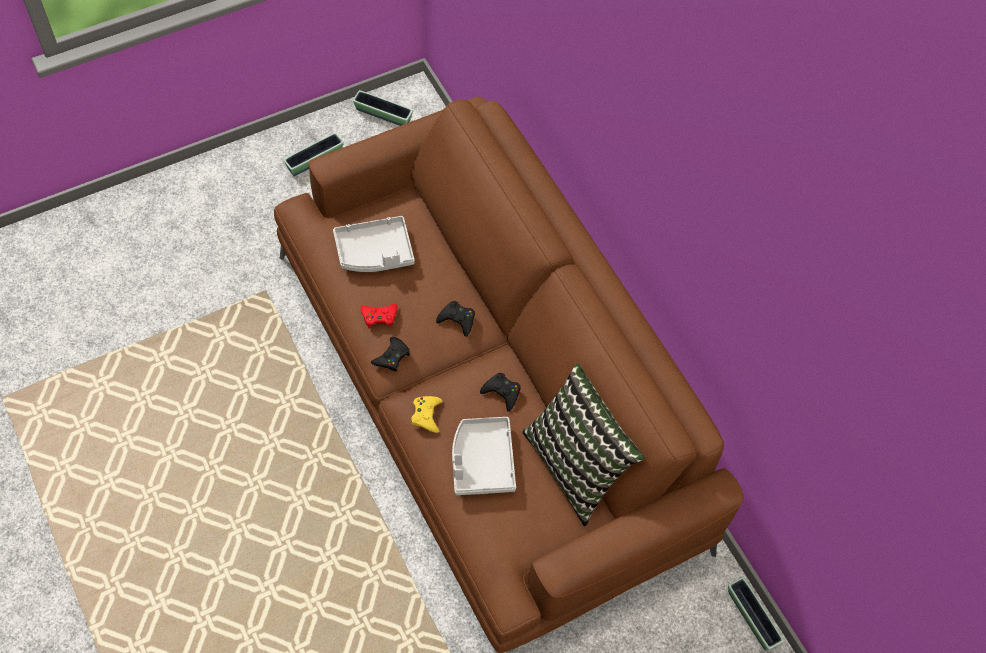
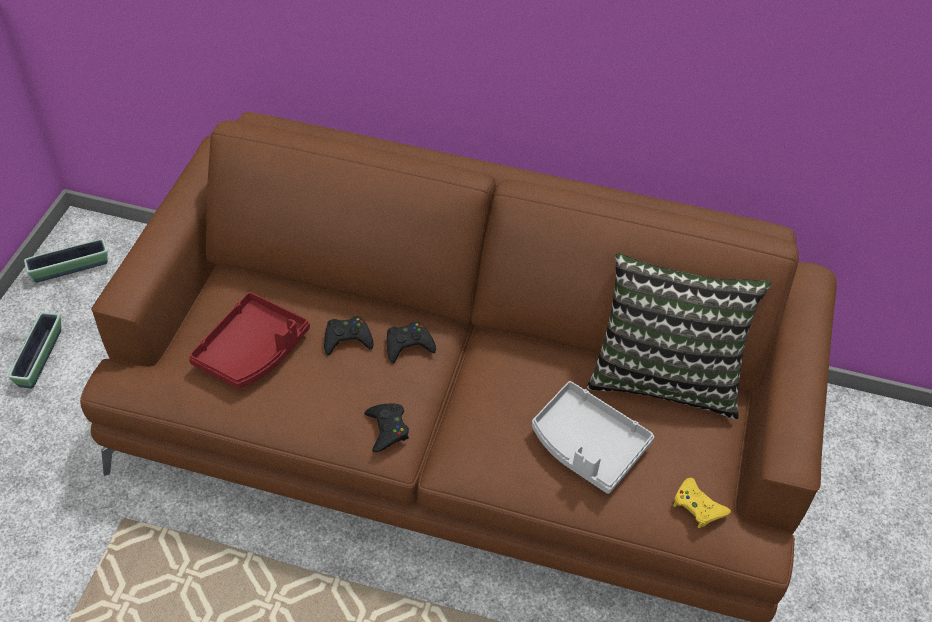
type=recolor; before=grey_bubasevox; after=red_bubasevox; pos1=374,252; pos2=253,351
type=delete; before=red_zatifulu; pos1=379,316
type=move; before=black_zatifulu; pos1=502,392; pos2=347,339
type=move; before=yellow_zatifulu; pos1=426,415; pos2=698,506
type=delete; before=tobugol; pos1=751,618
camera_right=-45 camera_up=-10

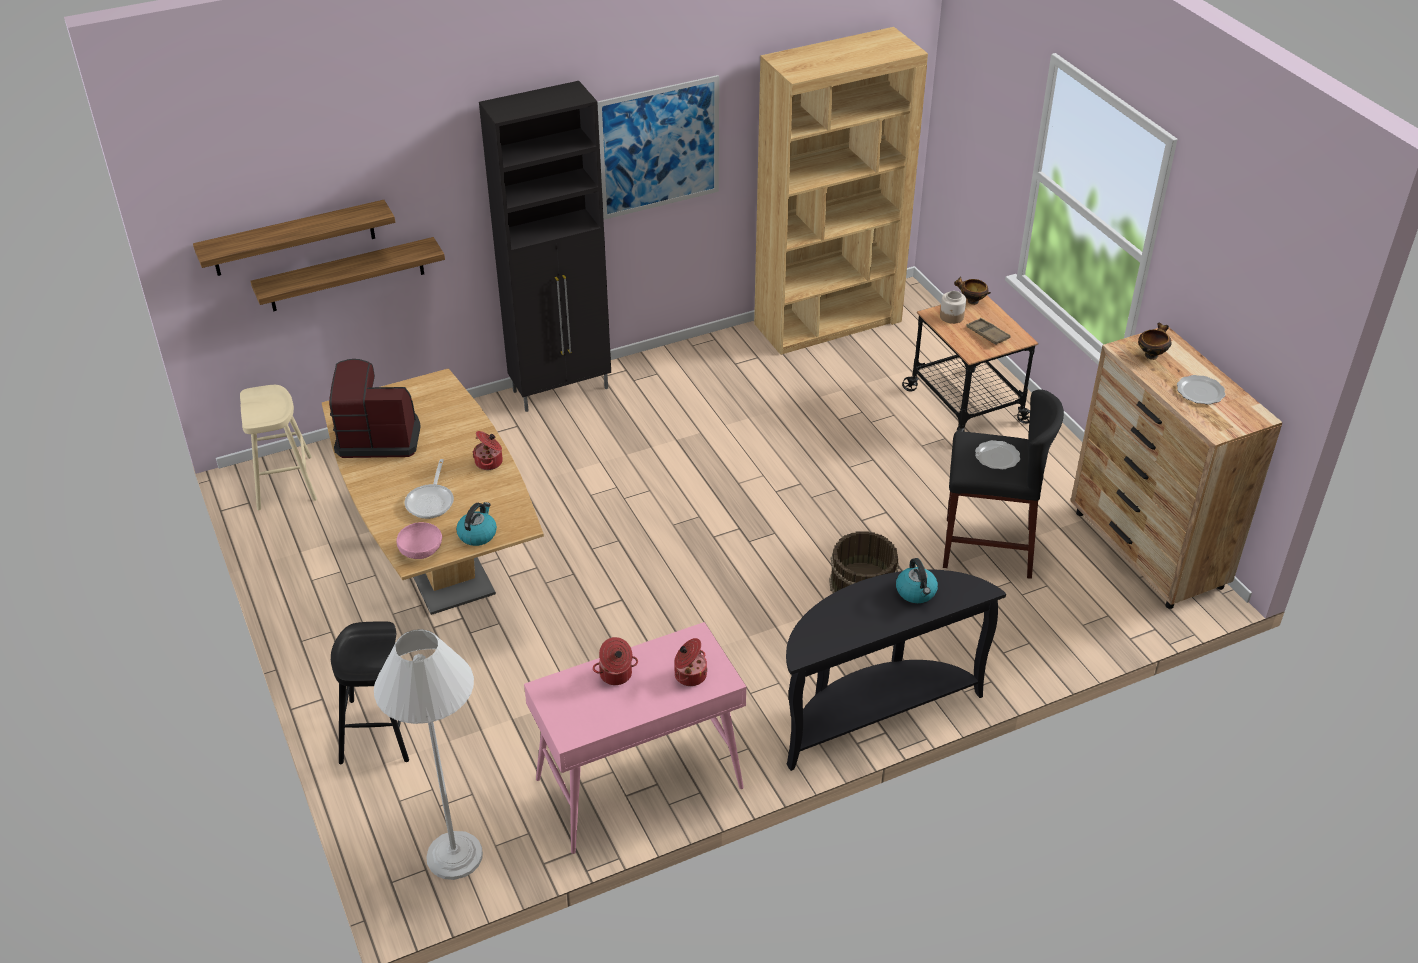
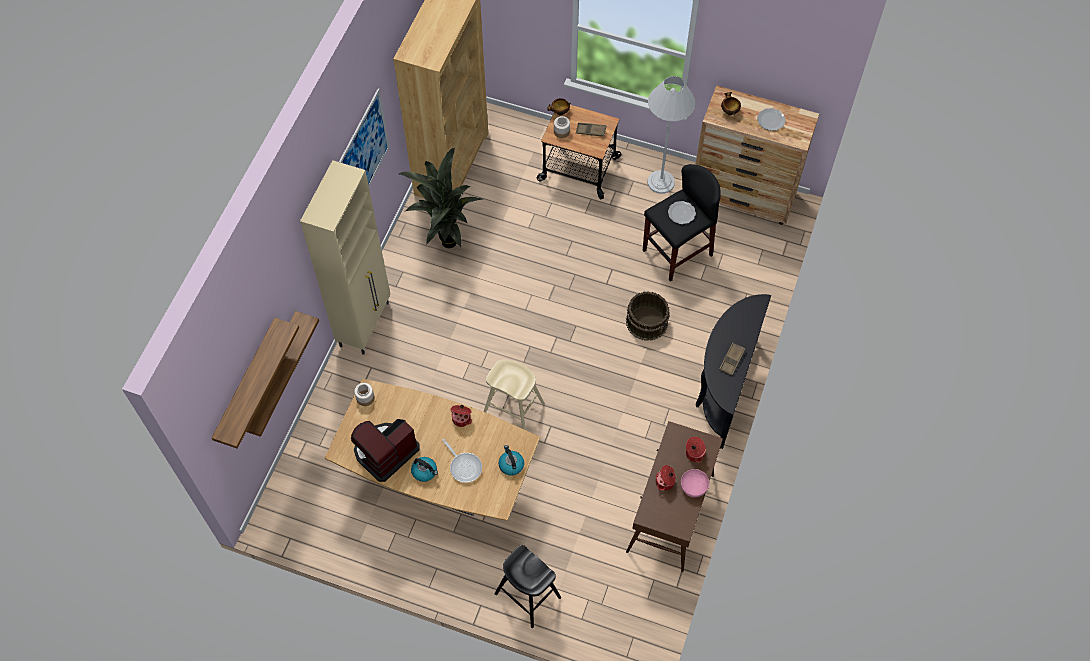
type=recolor; before=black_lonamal; after=beige_lonamal; pos1=562,390; pos2=365,324
type=move; before=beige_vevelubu; pos1=284,482; pos2=513,408
type=move; before=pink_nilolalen; pos1=421,550; pos2=693,486
type=move; before=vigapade; pos1=916,592; pos2=425,471
type=recolor; before=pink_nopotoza; after=brown_nopotoza; pos1=638,785; pos2=670,514
type=move; before=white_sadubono; pos1=454,856; pos2=661,182
type=insert; after=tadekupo; pos2=445,242
type=insert; after=brown_bubasevox; pos2=731,360
type=insert; after=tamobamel; pos2=365,398
camera_right=-45 camera_up=20

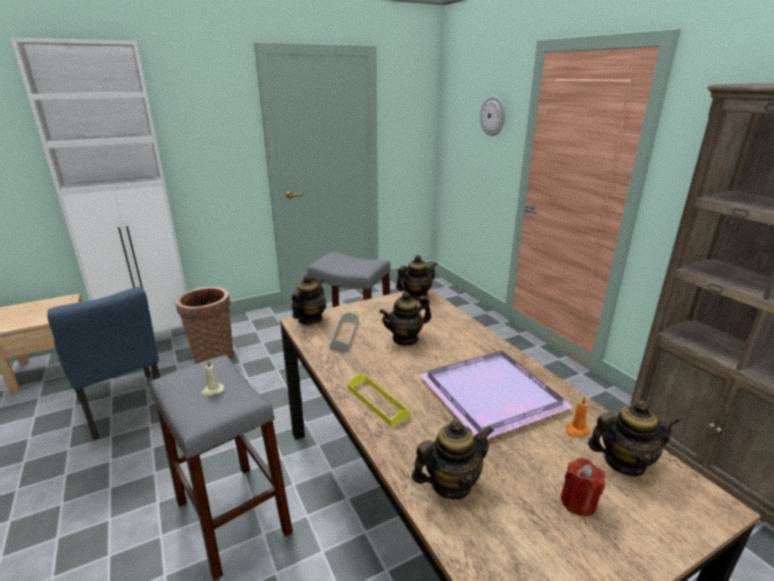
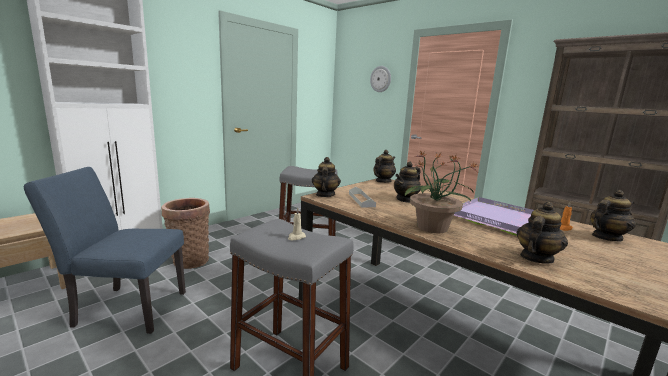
type=rotate; before=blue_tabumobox; pos1=125,409; pos2=124,308; turn=150
type=replace; before=yellow_bubasevox; after=tadekupo; pos1=377,402; pos2=433,228
type=delete; before=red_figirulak; pos1=578,502
camera_right=-20 camera_up=-10

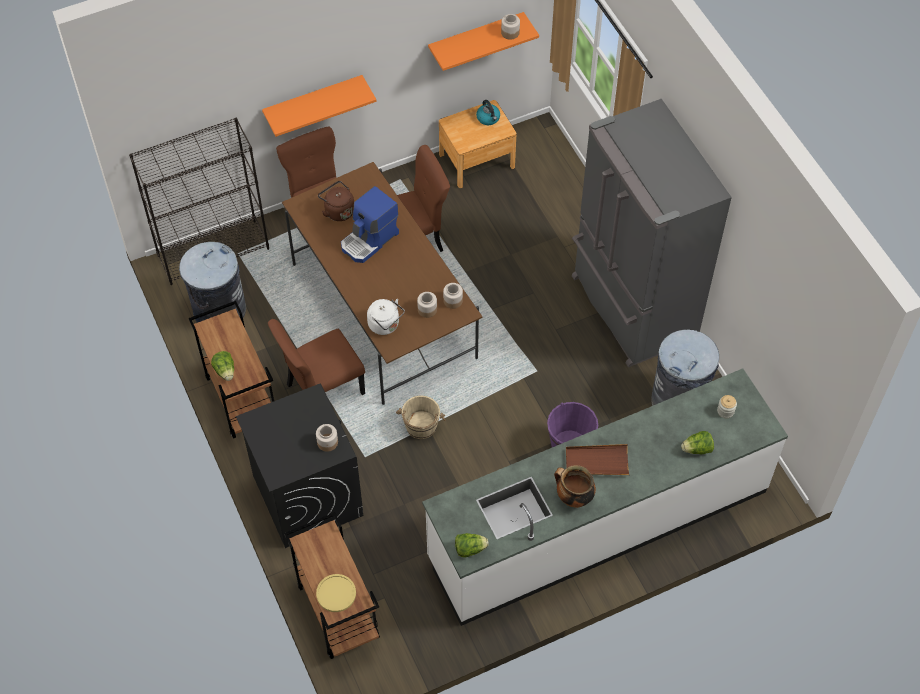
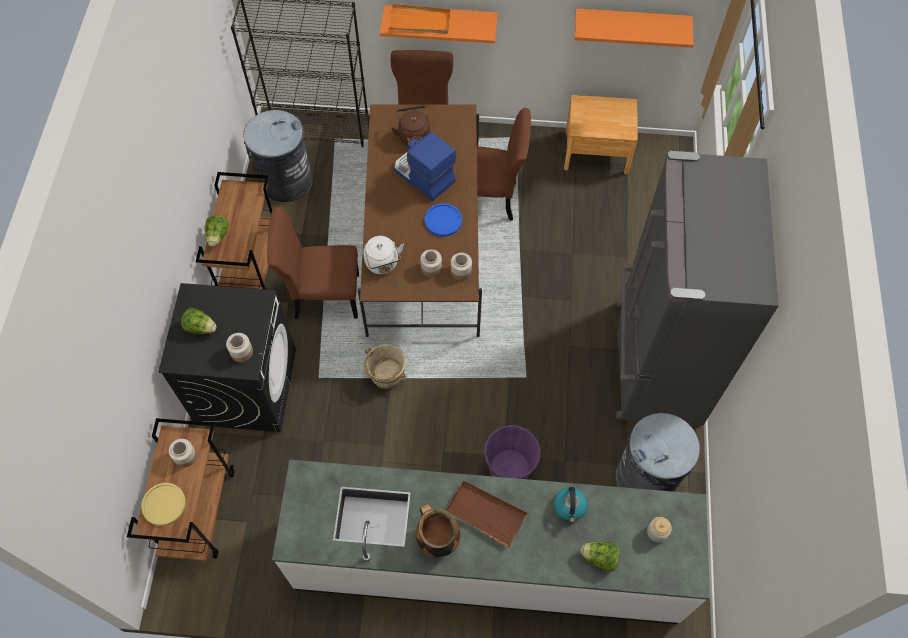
type=move; before=tamobamel; pos1=510,32; pos2=185,456
type=move; before=vigapade; pos1=488,118; pos2=569,507
type=rotate; before=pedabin; pos1=369,240; pos2=423,176; turn=60
type=move; before=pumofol; pos1=470,549; pos2=201,327
type=insert; after=orange_bubasevox; pos2=420,21
type=insert; after=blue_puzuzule; pos2=443,220
camera_right=30 camera_up=5

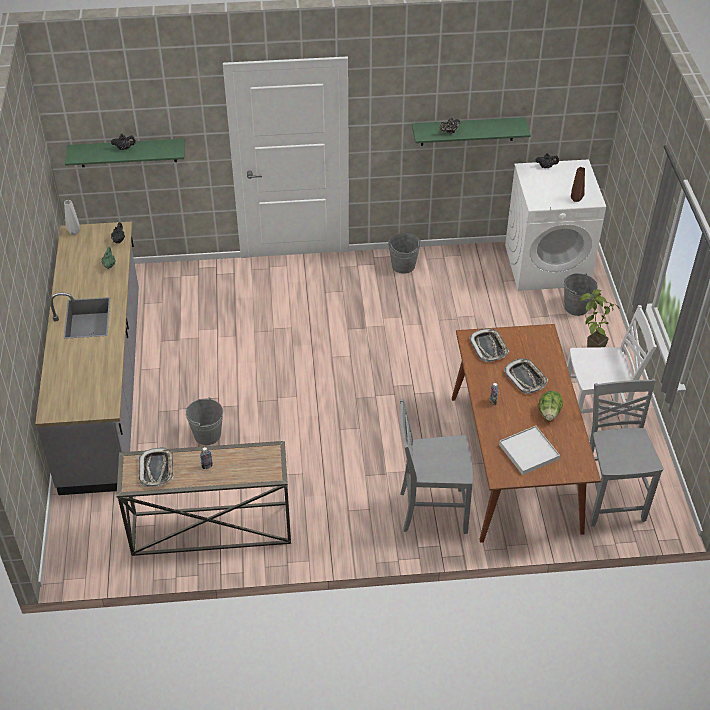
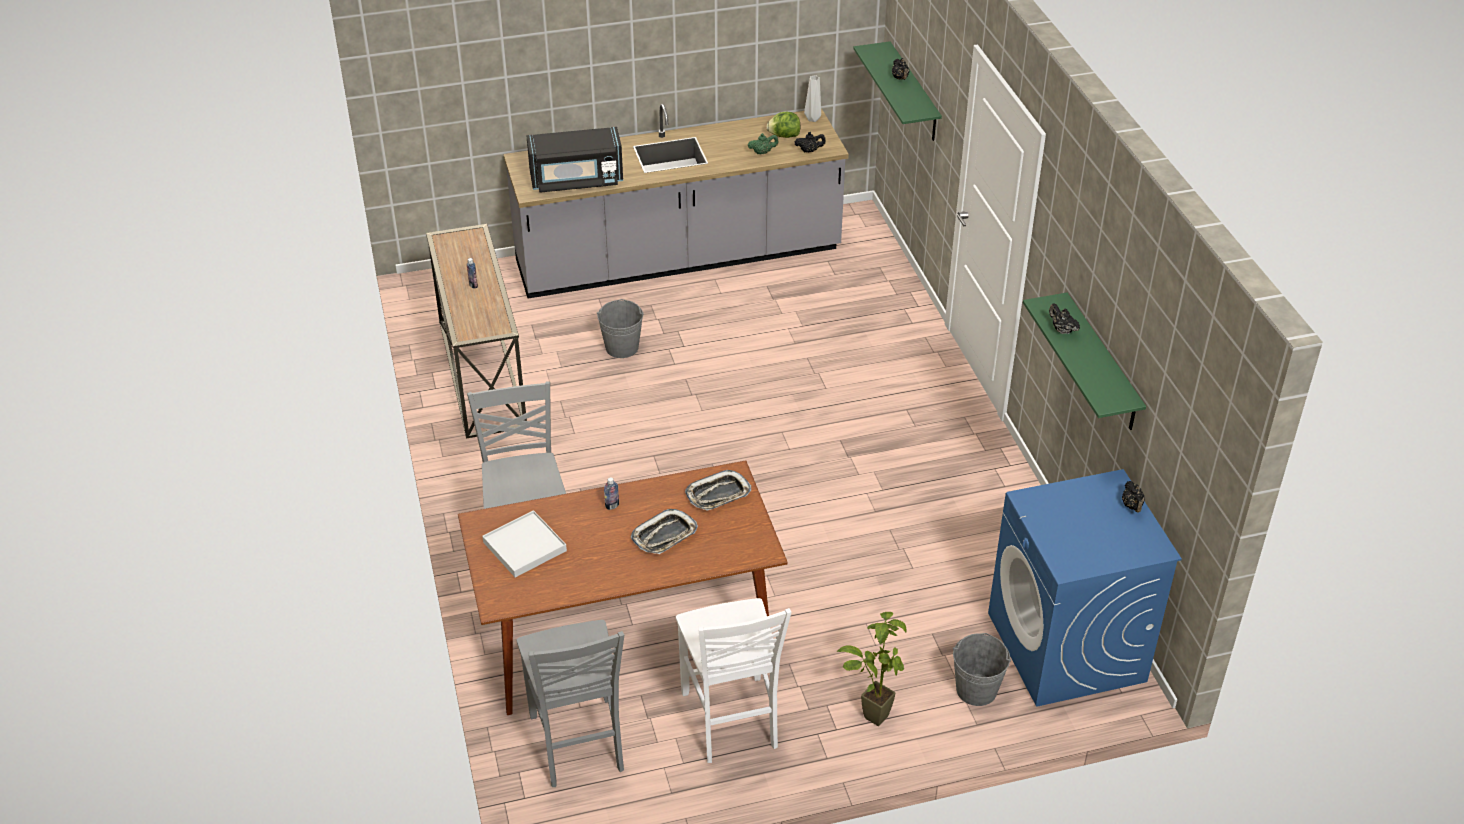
type=recolor; before=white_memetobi; after=blue_memetobi; pos1=547,265; pos2=1067,648
type=delete; before=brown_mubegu; pos1=576,199
type=delete; before=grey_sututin; pos1=403,265
type=rotate; before=grey_tabumobox; pos1=611,497; pos2=578,744; turn=90
type=move; before=pumofol; pos1=549,413; pos2=784,136
type=delete; before=bubasevox; pos1=157,469
type=insert; after=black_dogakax; pos2=576,180
camera_right=80 camera_up=-5

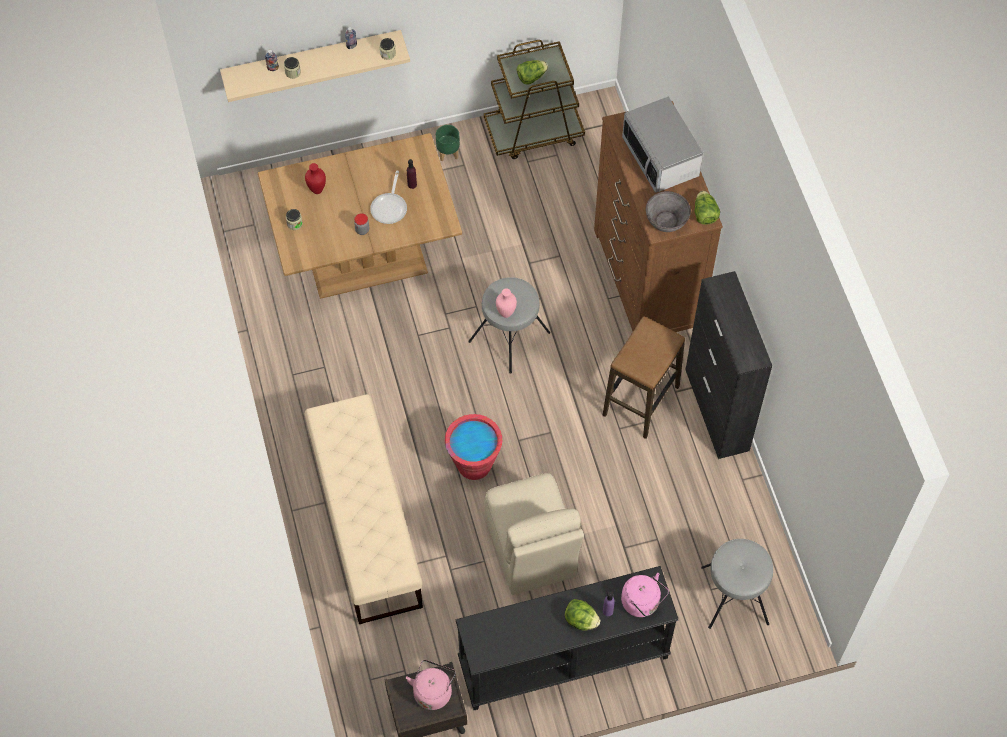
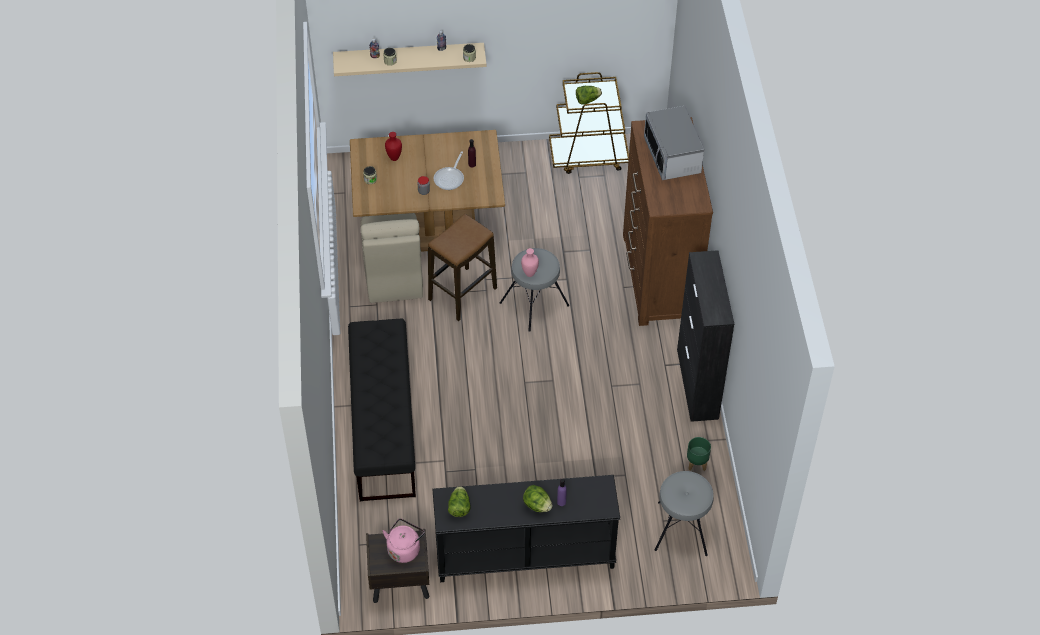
type=move; before=green_tobugol; pos1=448,153; pos2=696,463
type=delete; before=grey_nilolalen; pos1=666,221
type=move; before=pumofol; pos1=704,214; pos2=459,507
type=move; before=vevelubu; pos1=641,400; pos2=462,294
type=recolor; before=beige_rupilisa; after=black_rupilisa; pos1=365,520; pos2=383,424
type=delete; before=red_sututin; pos1=474,464
type=move; before=beige_tabumobox; pos1=531,550; pos2=393,276
type=delete; before=pink_vigapade; pos1=642,603
camera_right=10 camera_up=-10

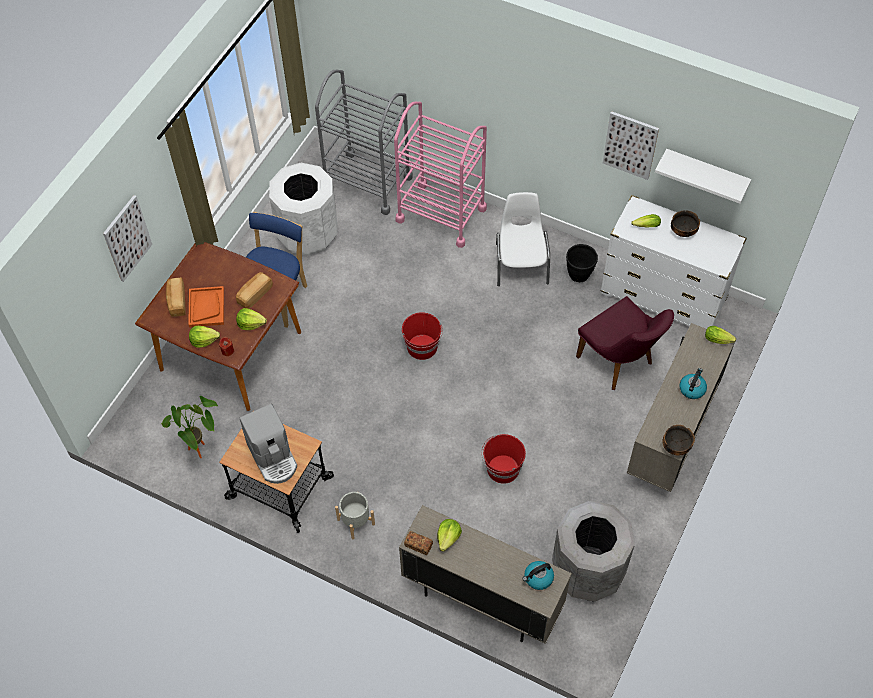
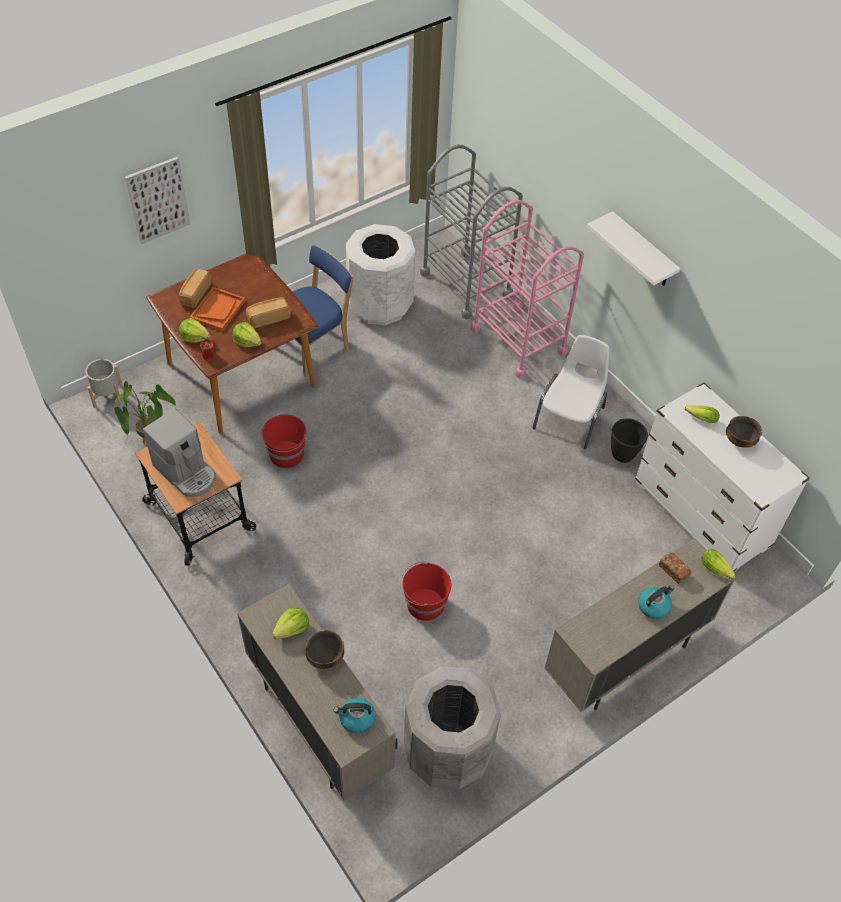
type=delete; before=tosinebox; pos1=630,145
type=move; before=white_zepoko; pos1=706,173; pos2=642,251
type=delete; before=purple_tabumobox; pos1=620,364
type=move; before=red_sututin; pos1=422,347; pos2=286,455
type=rotate; before=pedabin; pos1=273,457; pos2=186,472; turn=-45
type=move; before=nilolalen; pos1=675,446; pos2=325,657
type=move; before=grey_tobugol; pos1=356,521; pos2=108,396
type=move; before=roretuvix; pos1=418,545; pos2=673,571
camera_right=25 camera_up=-5

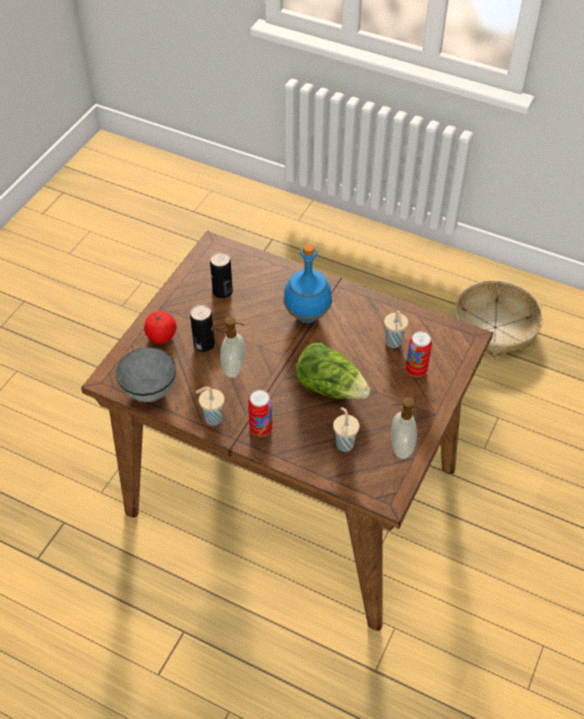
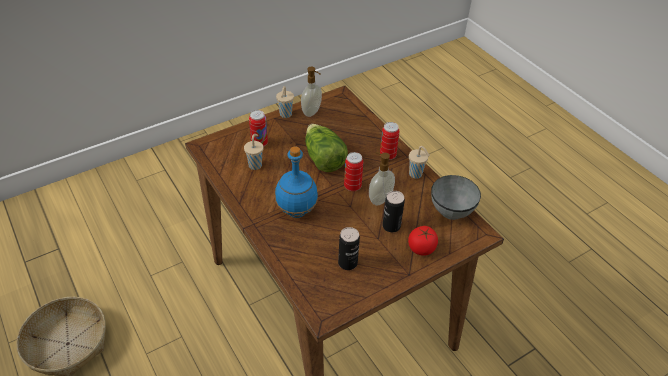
type=move; before=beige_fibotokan; pos1=344,443; pos2=285,115
type=insert; after=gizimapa; pos2=352,186
camera_right=-150 camera_up=-5

